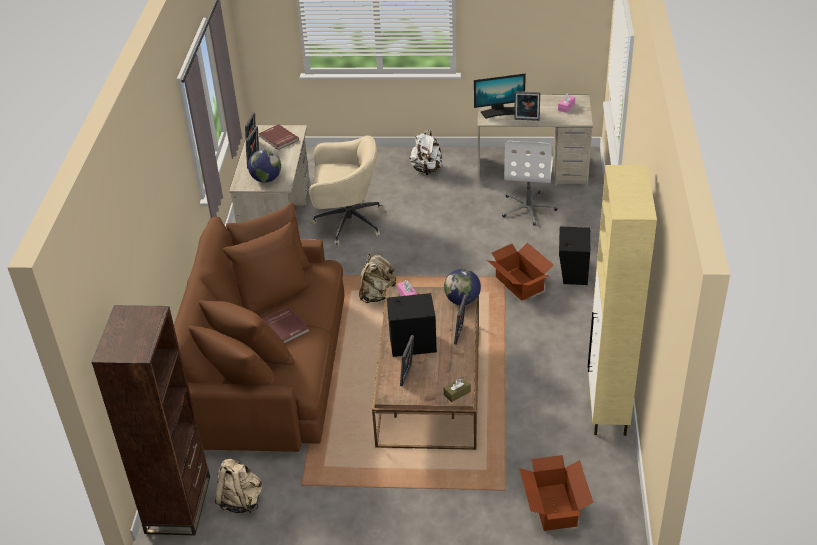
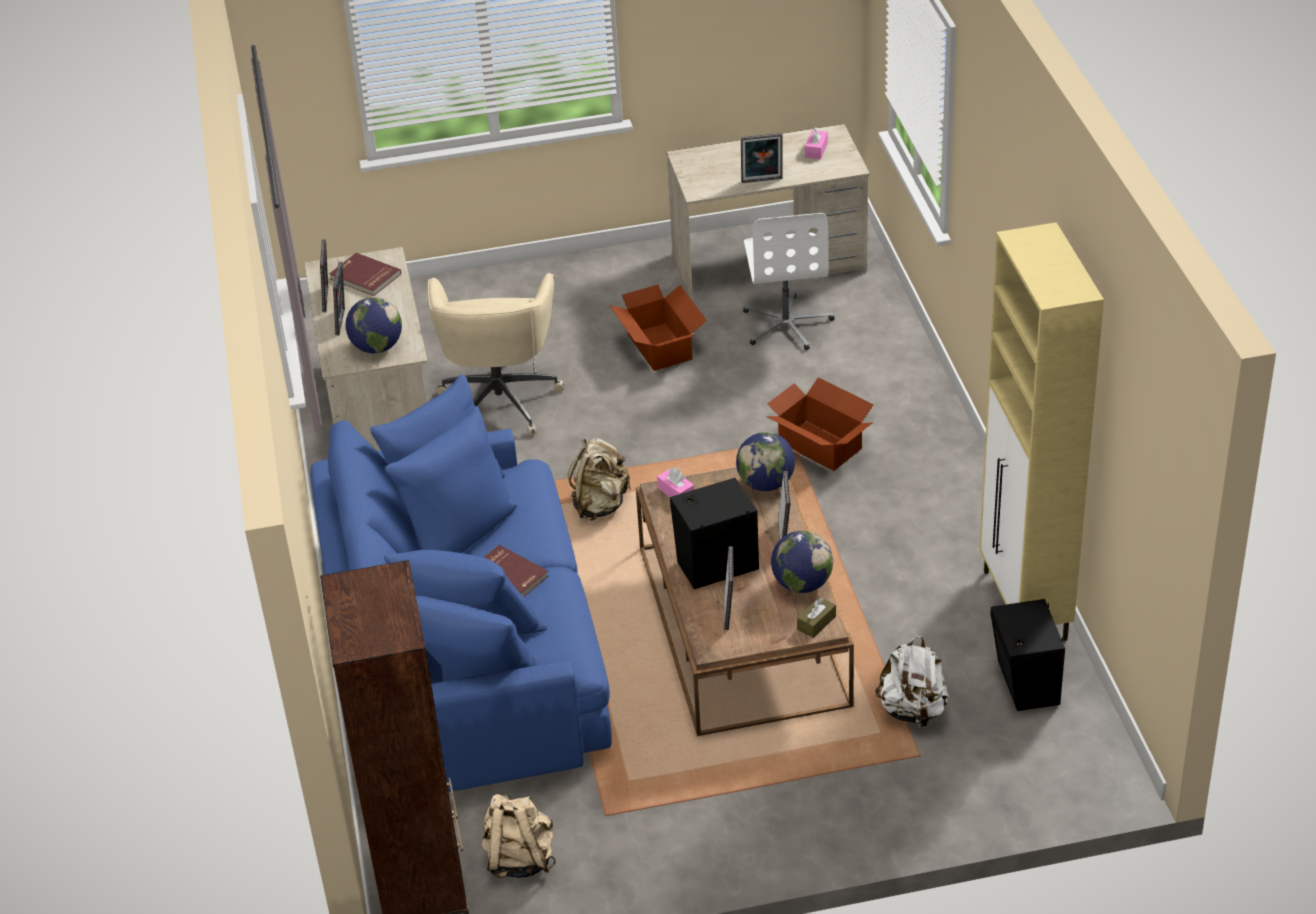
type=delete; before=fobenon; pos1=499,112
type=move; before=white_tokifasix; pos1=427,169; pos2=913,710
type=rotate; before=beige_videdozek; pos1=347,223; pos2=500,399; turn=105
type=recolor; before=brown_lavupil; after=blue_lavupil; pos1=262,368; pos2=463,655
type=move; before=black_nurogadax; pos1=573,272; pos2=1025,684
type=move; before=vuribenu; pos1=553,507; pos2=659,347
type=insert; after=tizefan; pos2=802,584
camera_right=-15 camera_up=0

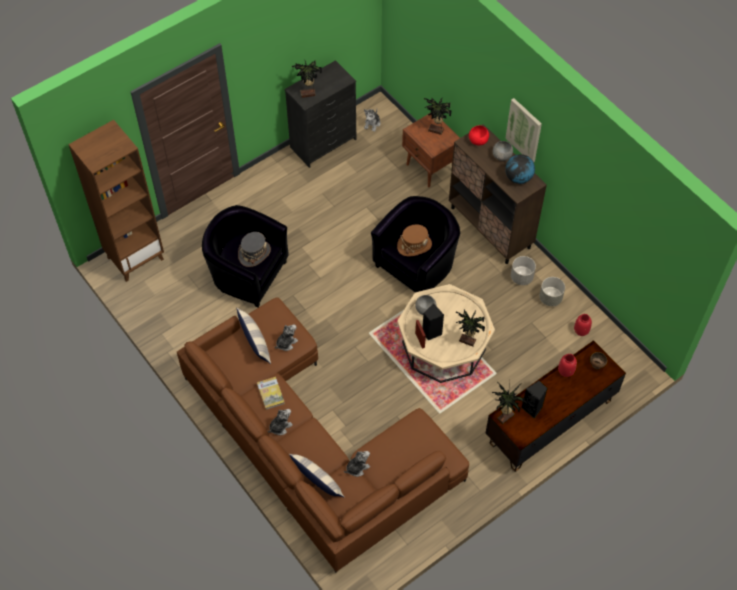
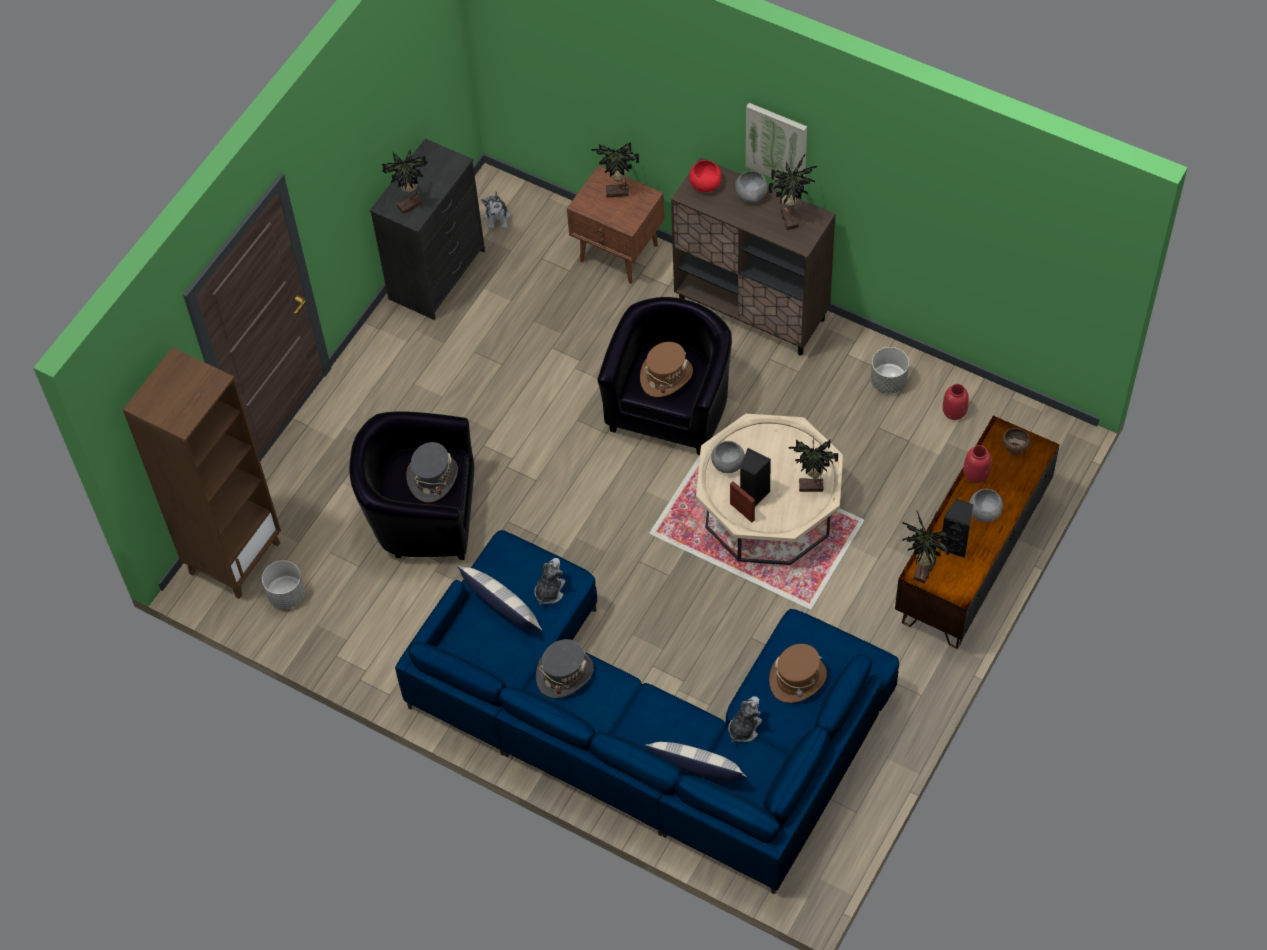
type=replace; before=tizefan; after=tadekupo; pos1=518,178; pos2=791,219
type=move; before=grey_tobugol; pos1=521,277; pos2=286,594
type=recolor; before=brown_lavupil; after=blue_lavupil; pos1=313,444; pos2=649,726
type=replace; before=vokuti; after=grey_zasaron; pos1=270,394; pos2=564,674
type=delete; before=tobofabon; pos1=280,426
type=insert; after=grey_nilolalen; pos2=984,513
type=insert; after=brown_zasaron; pos2=798,679
camera_right=-20 camera_up=0

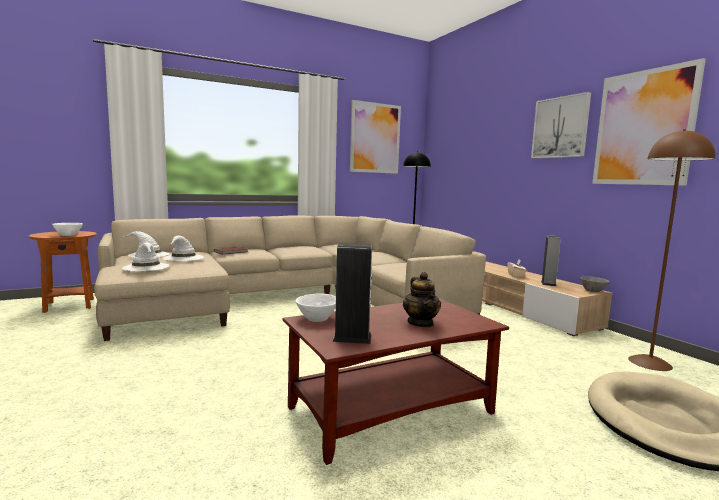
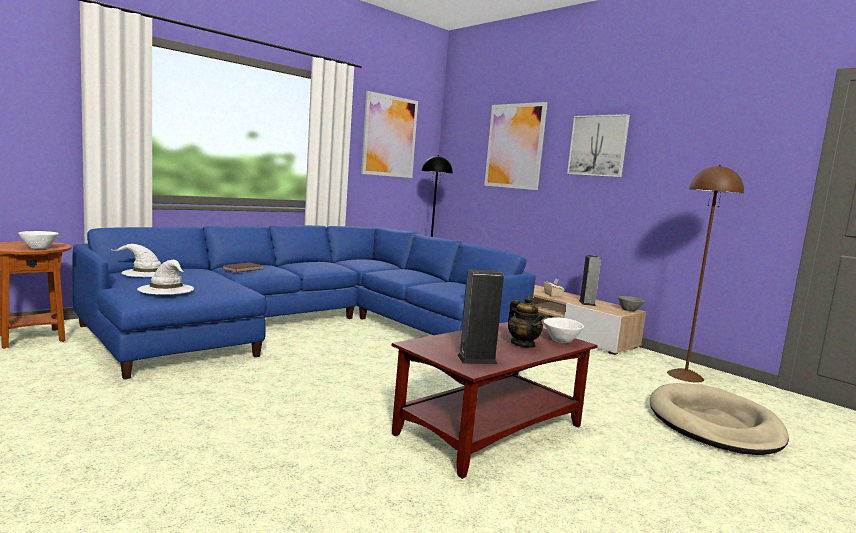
type=move; before=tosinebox; pos1=643,128; pos2=515,146
type=recolor; before=beige_lavupil; after=blue_lavupil; pos1=288,300; pos2=310,326
type=delete; before=white_zasaron; pos1=183,258
type=move; before=white_nilolalen; pos1=316,318; pos2=560,340
camera_right=-15 camera_up=0

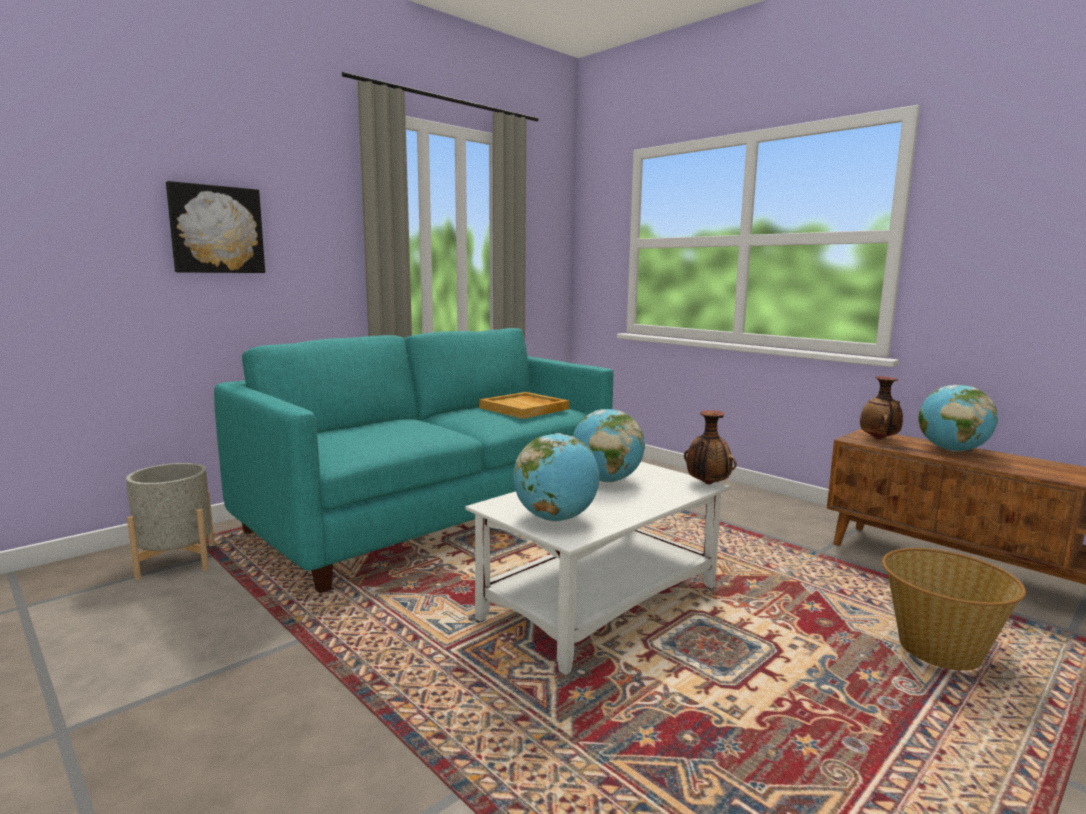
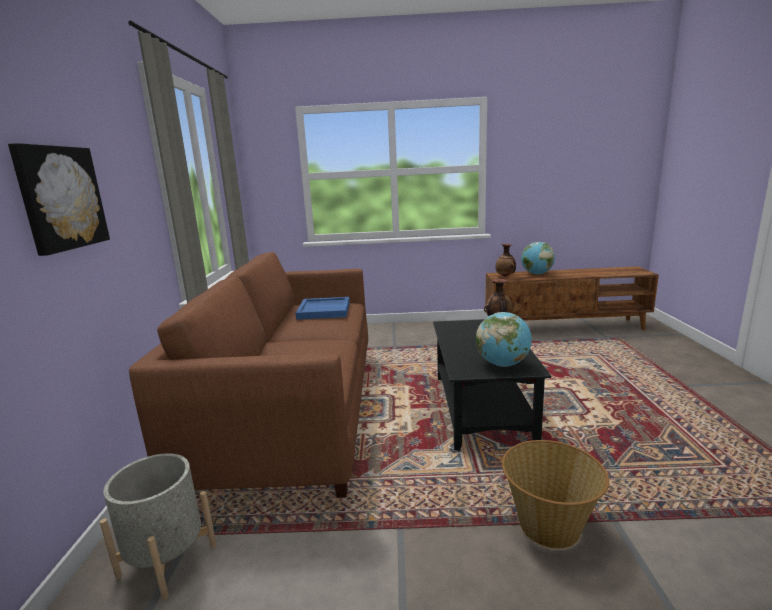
type=recolor; before=turquoise_lavupil; after=brown_lavupil; pos1=436,514; pos2=294,411
type=recolor; before=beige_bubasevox; after=blue_bubasevox; pos1=525,408; pos2=324,310
type=delete; before=tizefan; pos1=606,480
type=recolor; before=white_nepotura; after=black_nepotura; pos1=602,602; pos2=480,408
type=move; before=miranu; pos1=938,651; pos2=549,526
camera_right=-45 camera_up=5

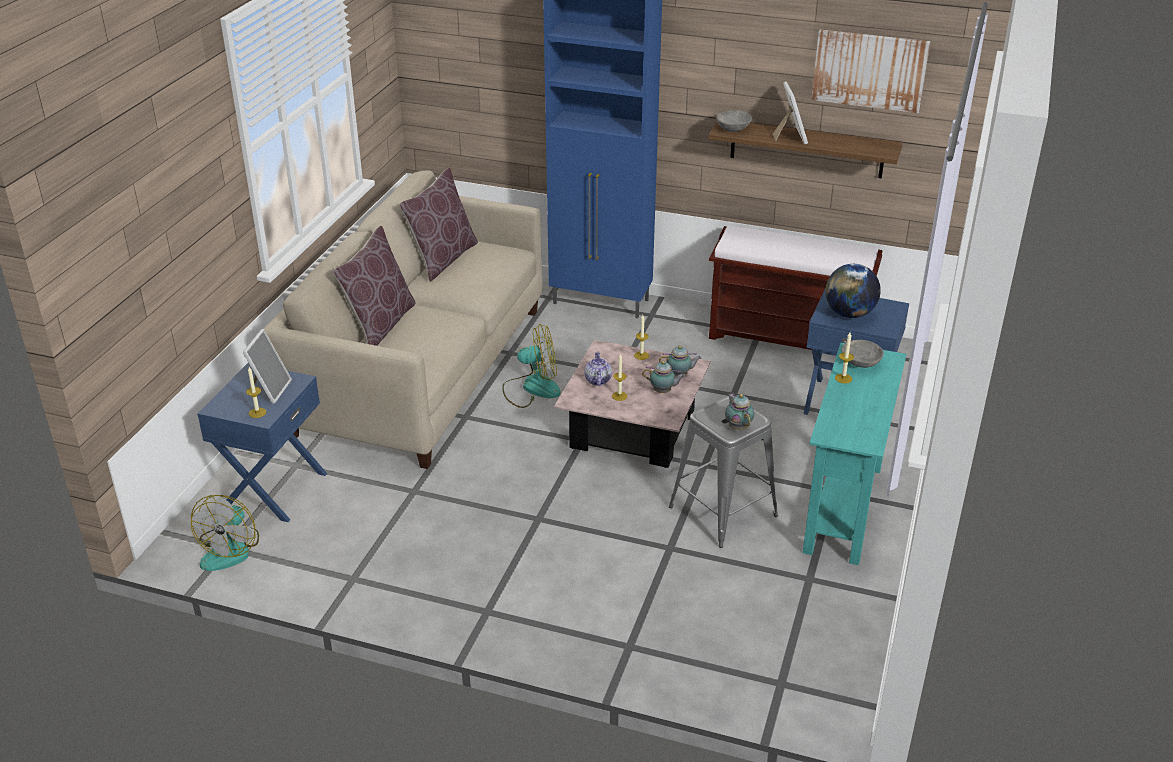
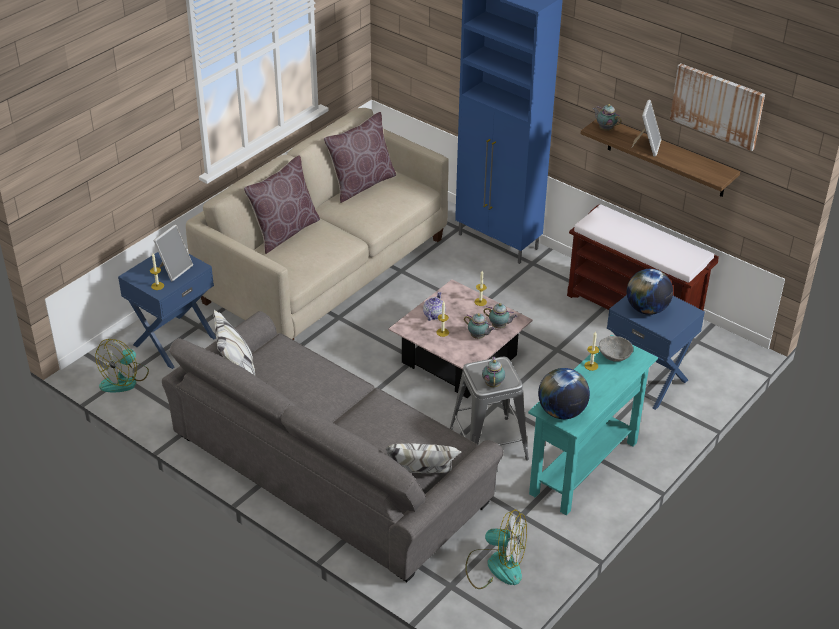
type=replace; before=grey_nilolalen; after=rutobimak; pos1=733,129; pos2=605,129
type=move; before=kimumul; pos1=532,388; pos2=495,566
type=insert; after=grey_lavupil; pos2=330,468
type=insert; after=tizefan; pos2=561,412
camera_right=20 camera_up=5

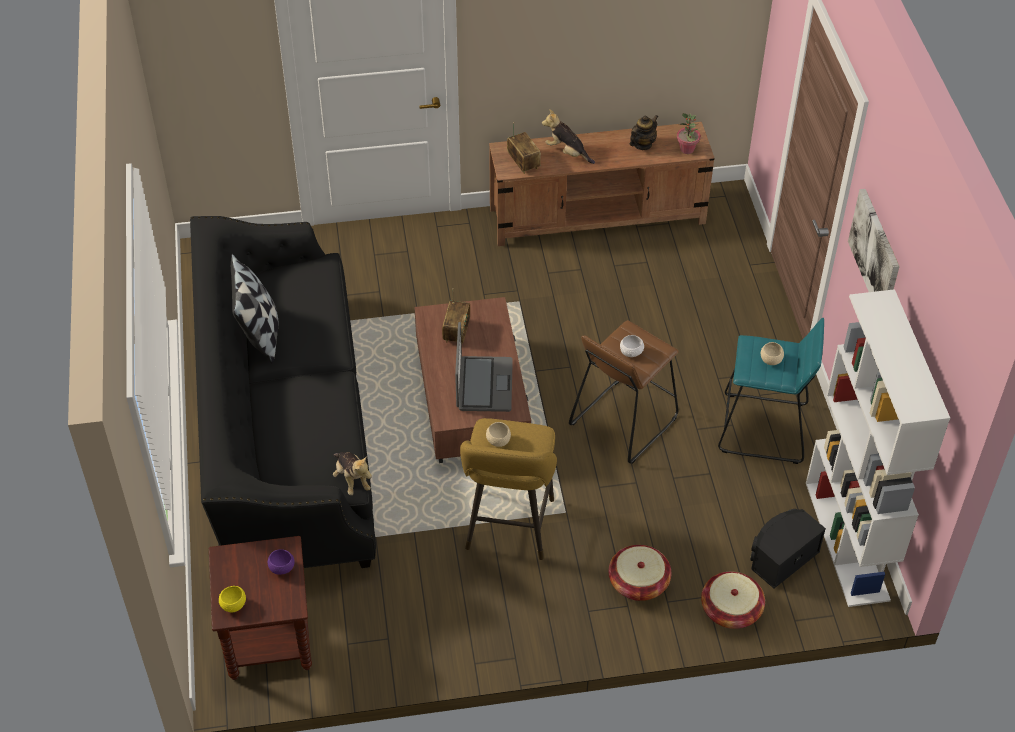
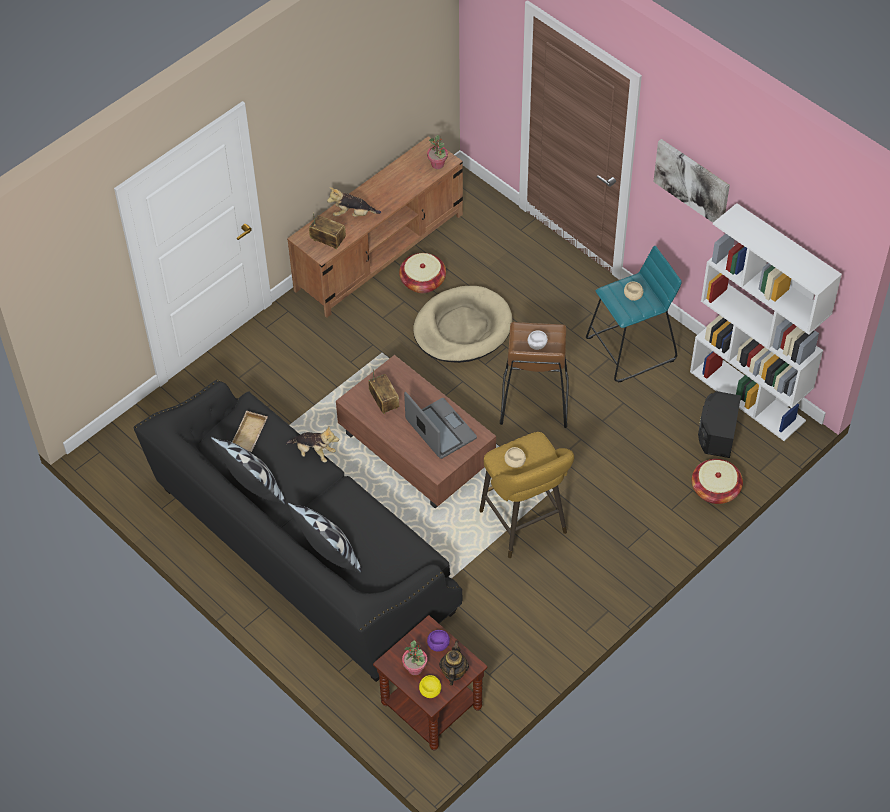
type=move; before=rutobimak; pos1=642,144; pos2=453,672
type=move; before=tobofabon; pos1=352,479; pos2=314,452
type=move; before=miranu; pos1=638,583; pos2=422,281
type=insert; after=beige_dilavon; pos2=462,328
type=insert; after=beige_bubasevox; pos2=250,435
type=insert; after=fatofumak; pos2=329,555
type=insert; after=tadekupo; pos2=415,668
camera_right=-35 camera_up=5

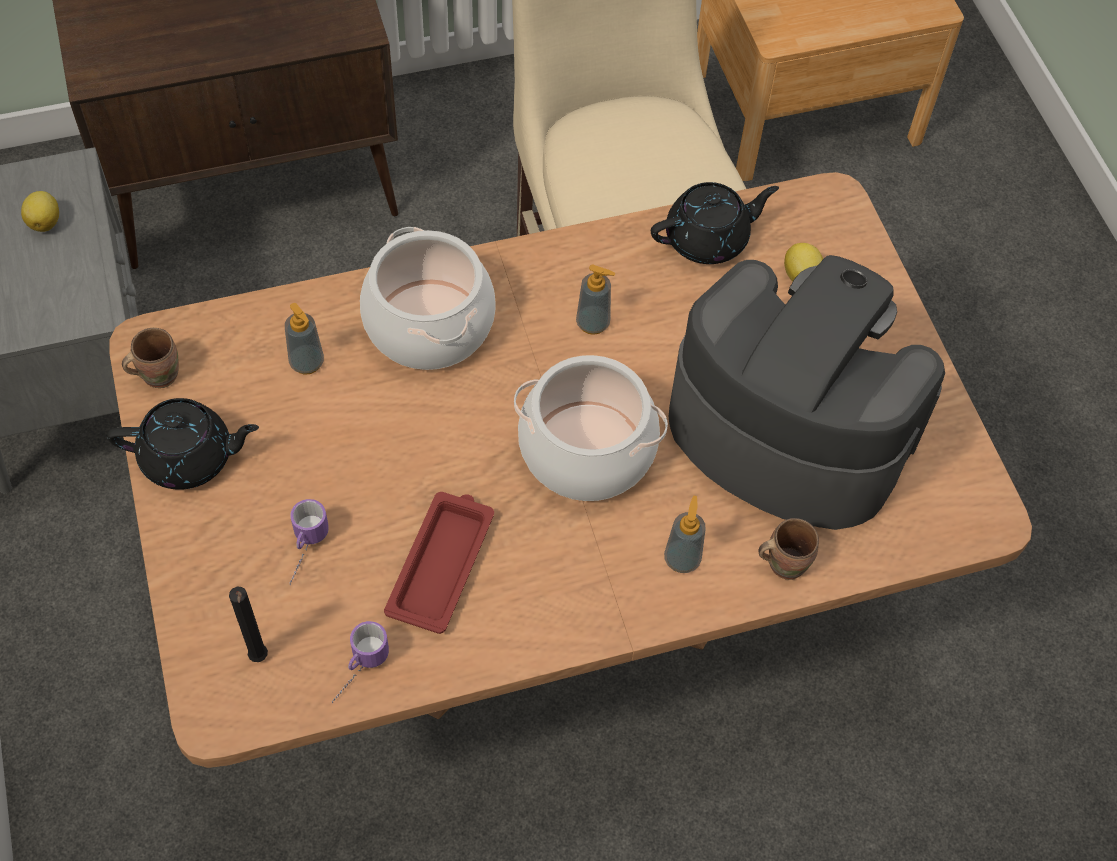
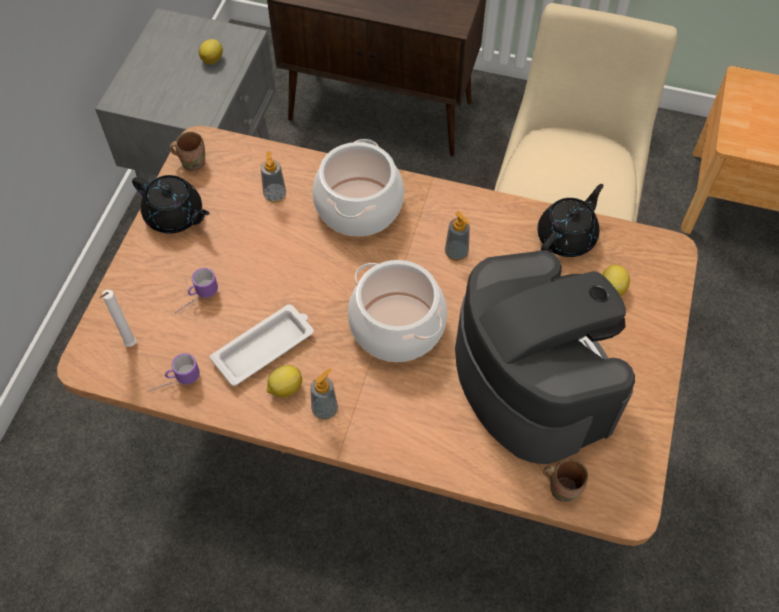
type=rotate; before=black_rutobimak; pos1=708,239; pos2=567,237; turn=-60
type=recolor; before=red_bubasevox; after=white_bubasevox; pos1=442,564; pos2=265,347
type=move; before=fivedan; pos1=682,559; pos2=325,409
type=move; before=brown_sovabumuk; pos1=784,561; pos2=562,487
type=recolor; before=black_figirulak; after=white_figirulak; pos1=259,659; pos2=130,345
type=insert; after=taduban; pos2=285,388
camera_right=35 camera_up=0

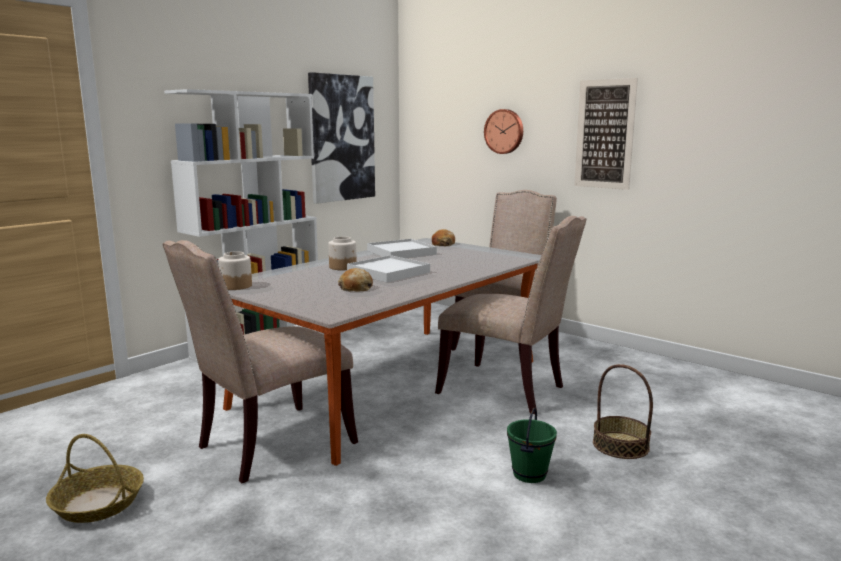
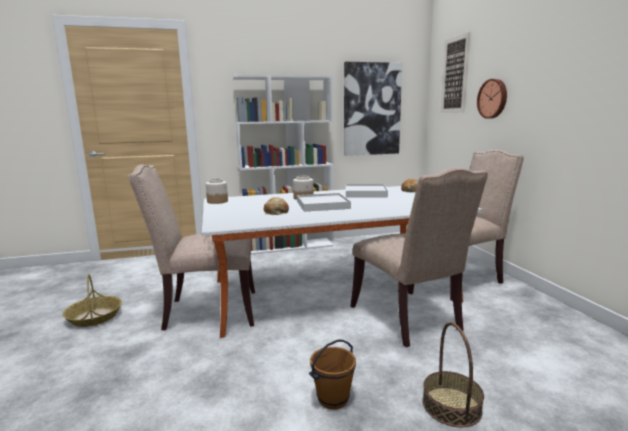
type=move; before=tosinebox; pos1=605,134; pos2=454,75
type=recolor; before=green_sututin; after=brown_sututin; pos1=529,474; pos2=332,398
camera_right=35 camera_up=0

